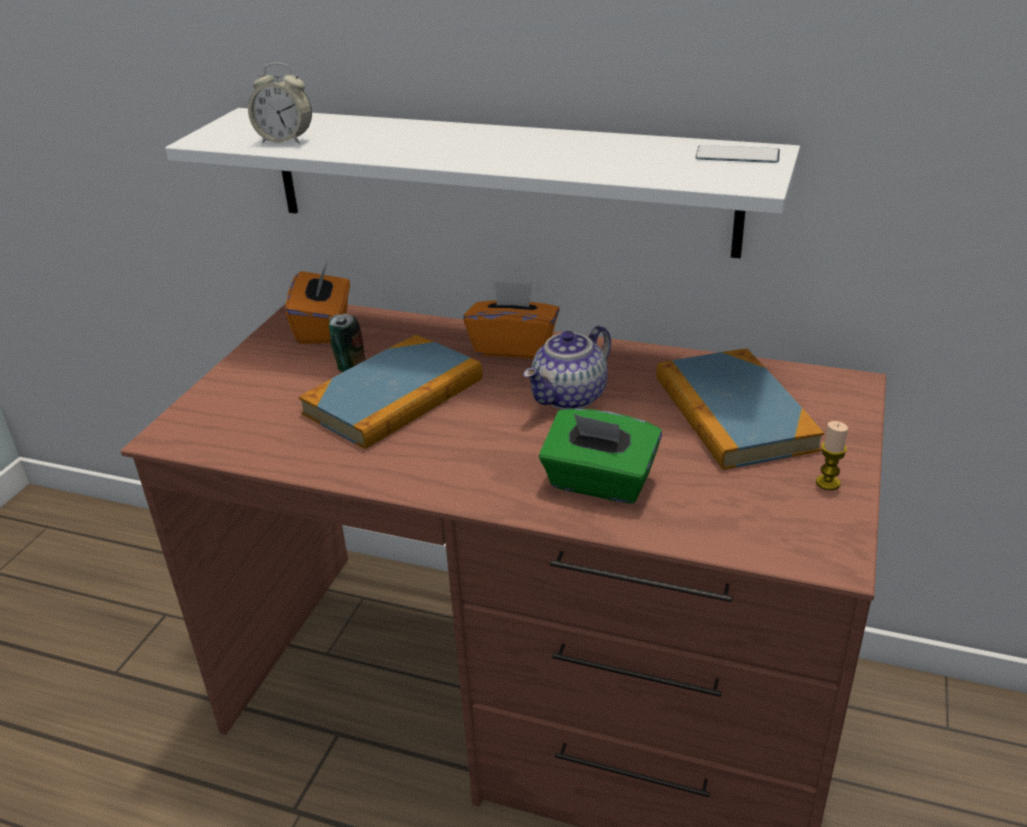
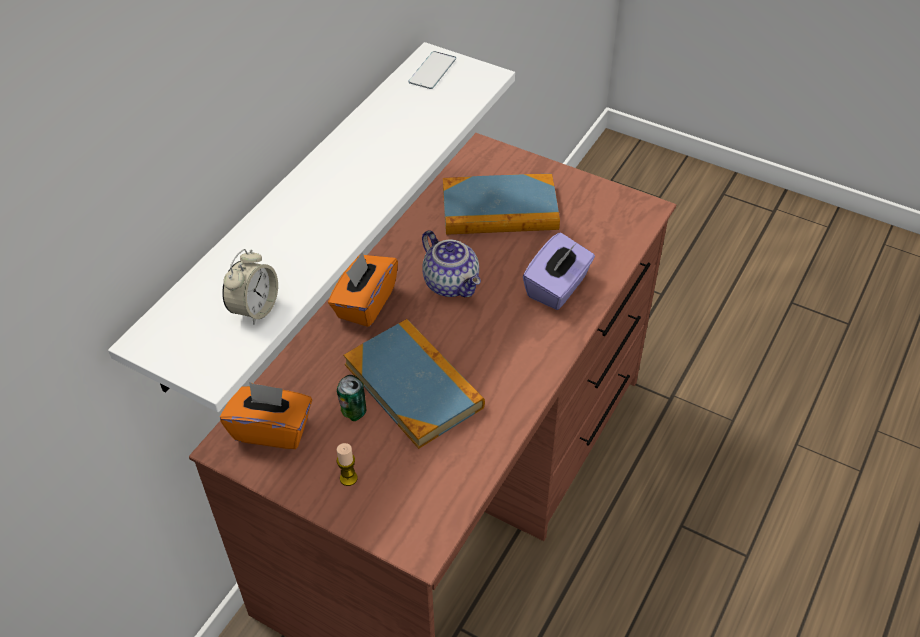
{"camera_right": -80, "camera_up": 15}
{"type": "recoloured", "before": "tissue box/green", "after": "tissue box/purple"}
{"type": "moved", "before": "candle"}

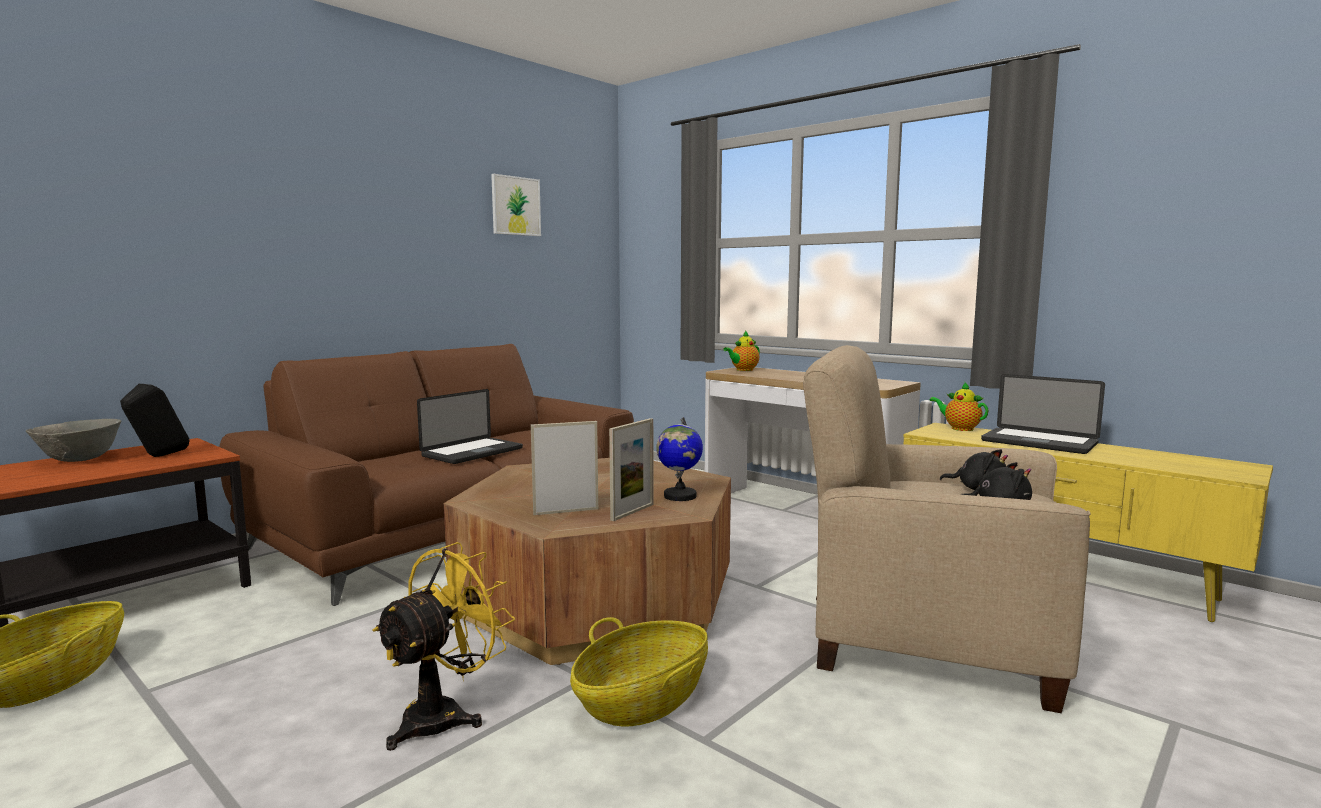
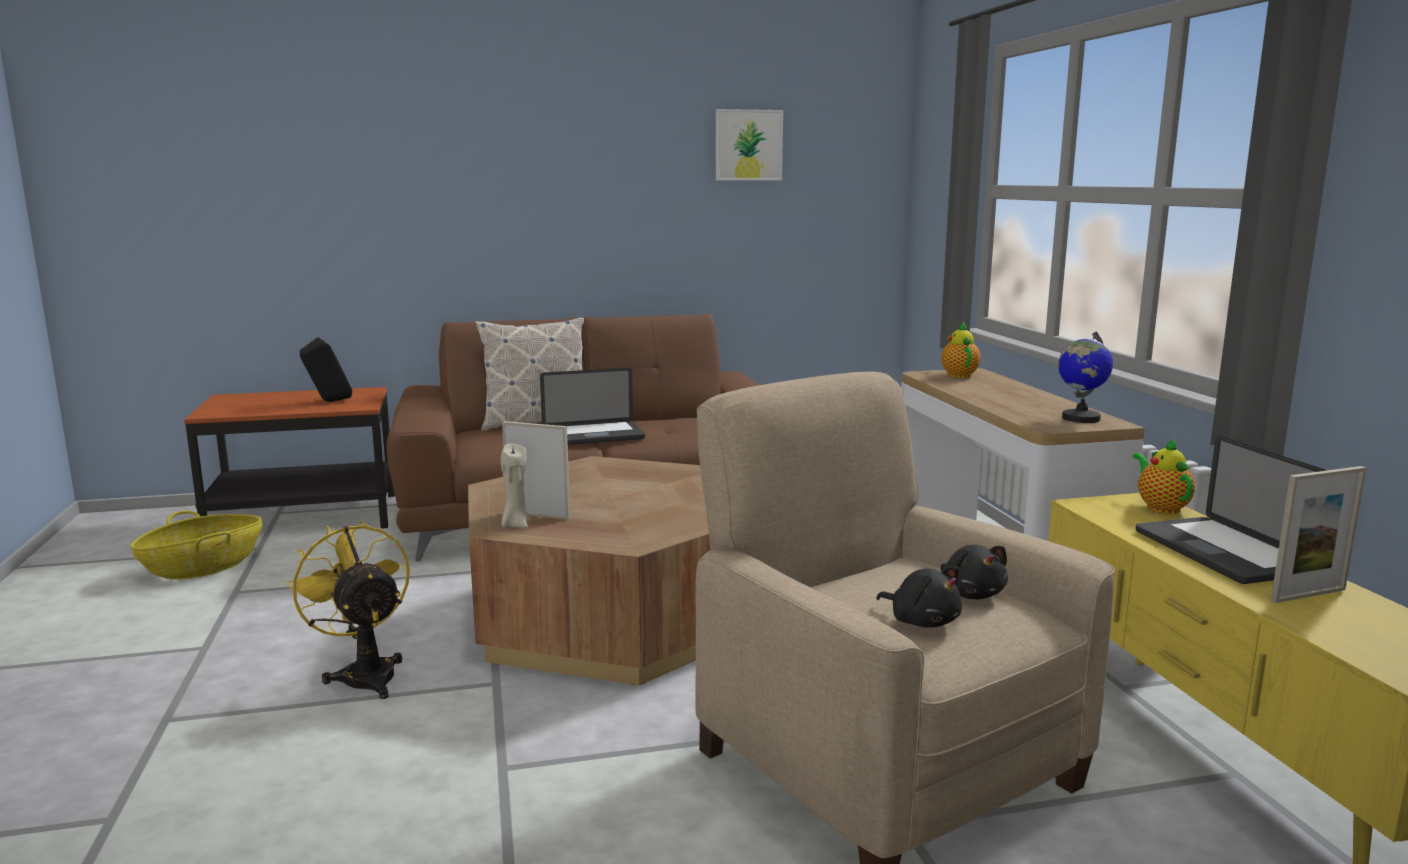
{"camera_right": 35, "camera_up": 5}
{"type": "turned", "before": "teapot (1st from left)", "turn": 90}
{"type": "moved", "before": "globe"}
{"type": "moved", "before": "picture frame (2nd from left)"}
{"type": "removed", "before": "bowl/grey"}
{"type": "turned", "before": "fan/yellow", "turn": -105}
{"type": "removed", "before": "basket (2nd from left)"}
{"type": "added", "after": "pillow"}
{"type": "added", "after": "candle/beige"}

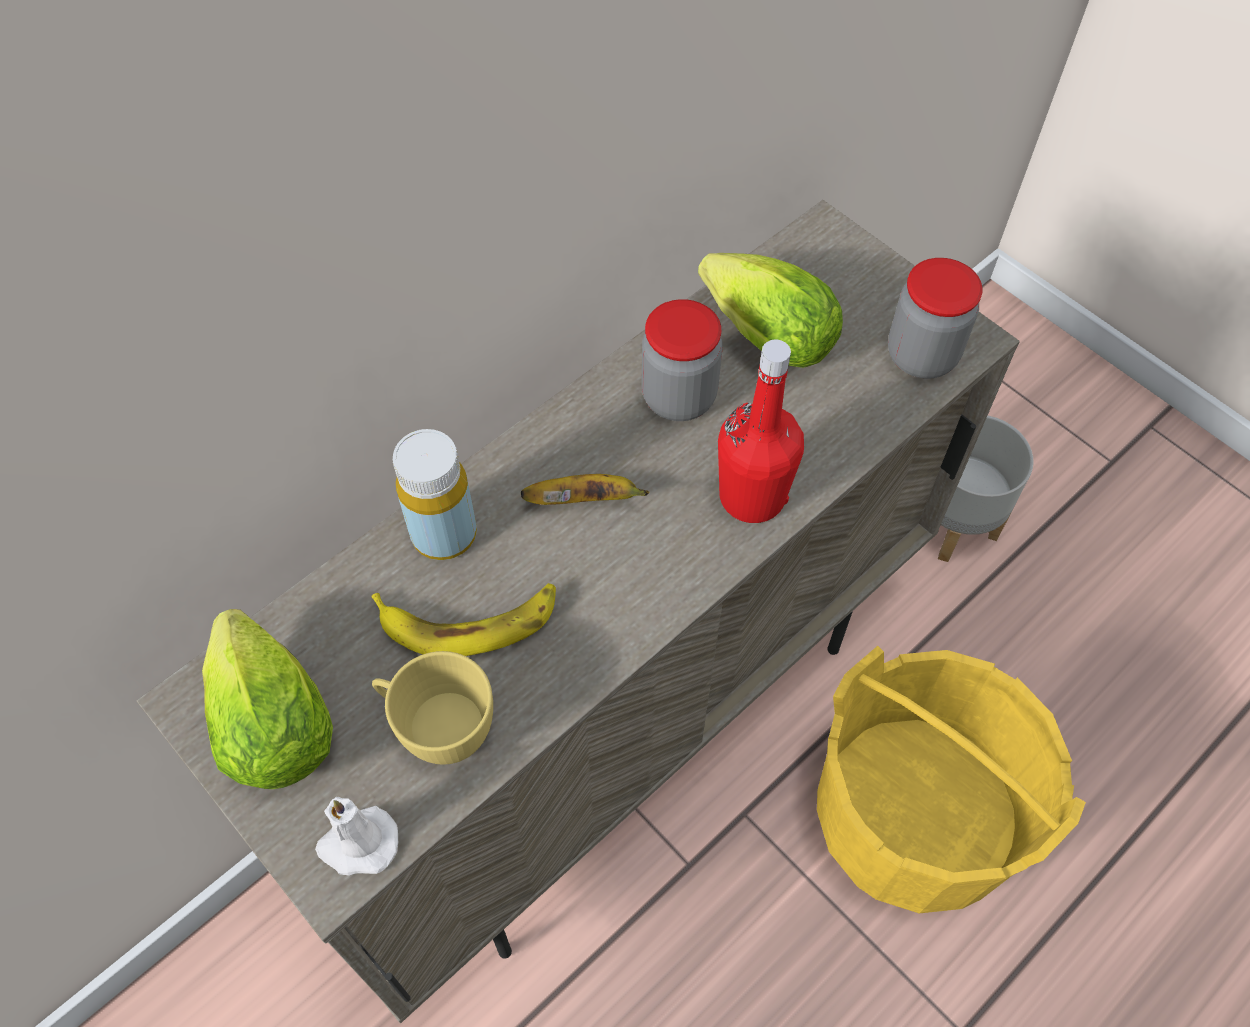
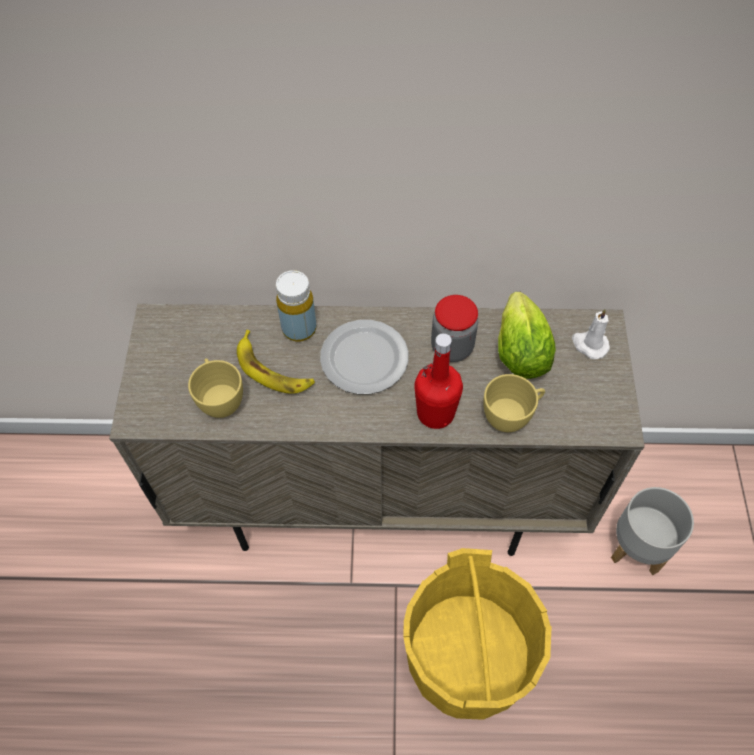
{"camera_right": 45, "camera_up": 0}
{"type": "removed", "before": "jar (2nd from left)"}
{"type": "replaced", "before": "banana (2nd from left)", "after": "plate"}
{"type": "removed", "before": "lettuce (1st from left)"}
{"type": "moved", "before": "candle/white"}
{"type": "added", "after": "cup/yellow (2nd from left)"}

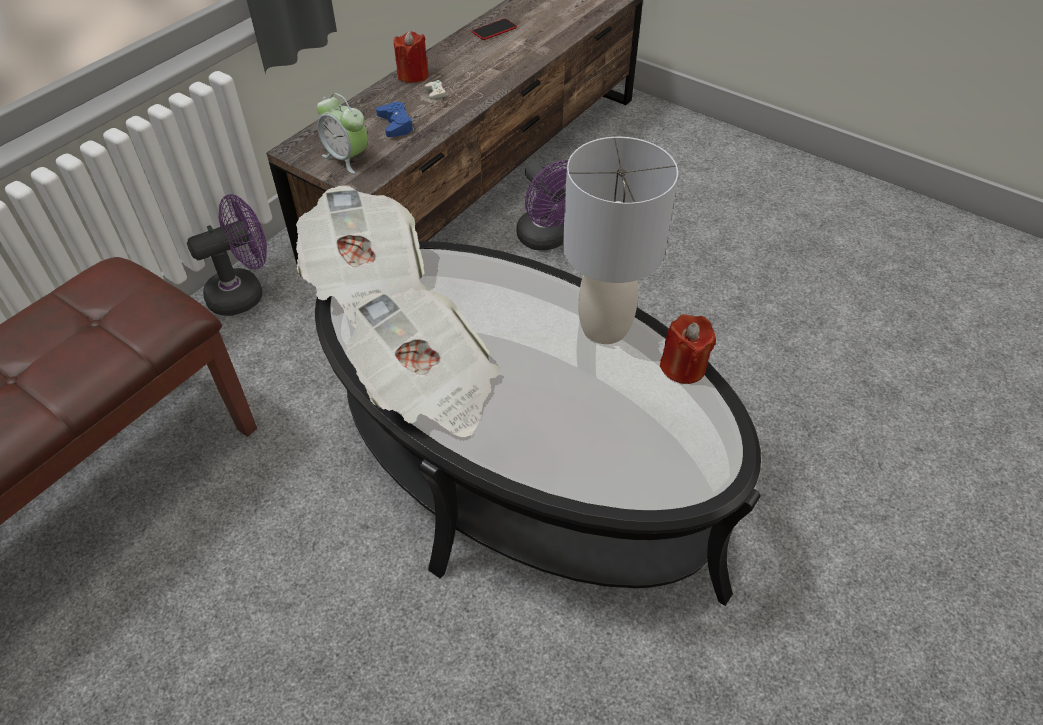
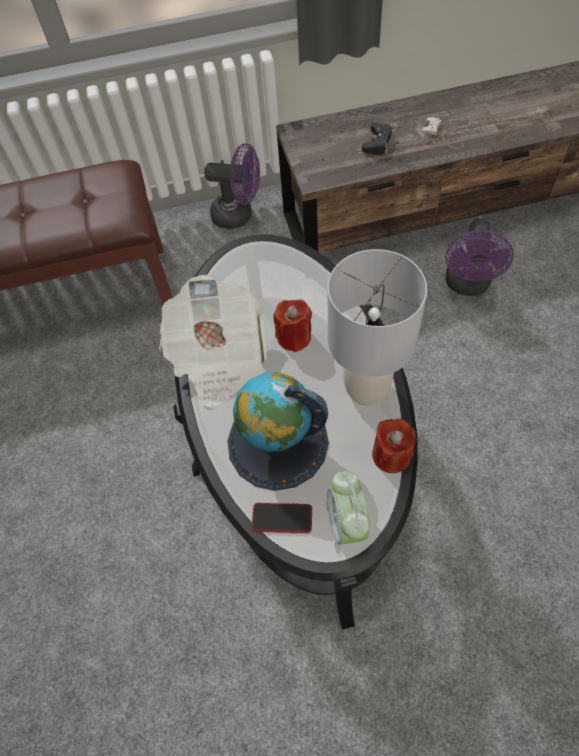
{"camera_right": 45, "camera_up": 10}
{"type": "moved", "before": "phone"}
{"type": "moved", "before": "candle/red (1st from left)"}
{"type": "moved", "before": "alarm clock"}
{"type": "recoloured", "before": "game controller/blue", "after": "game controller/black"}
{"type": "removed", "before": "newspaper (1st from left)"}
{"type": "added", "after": "globe"}

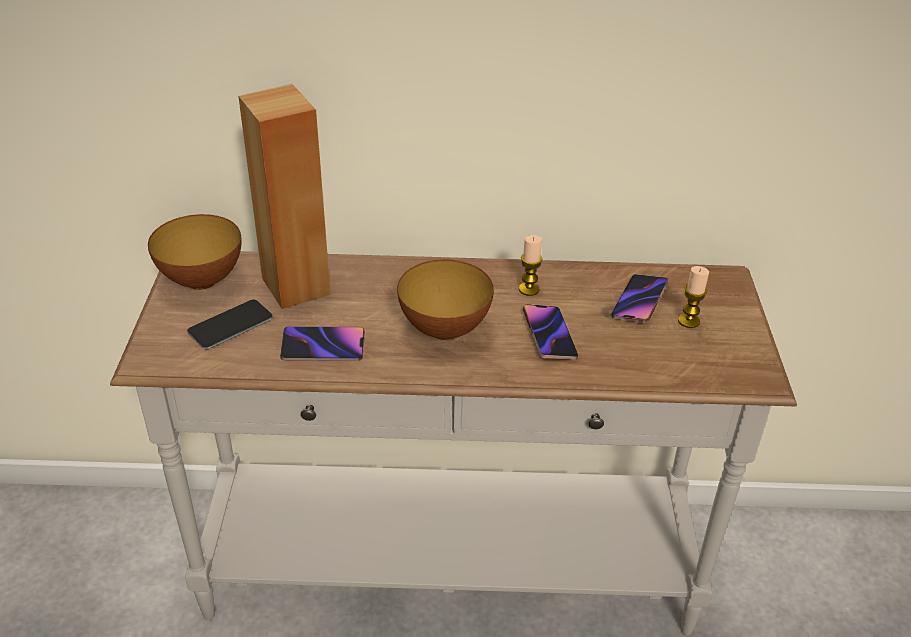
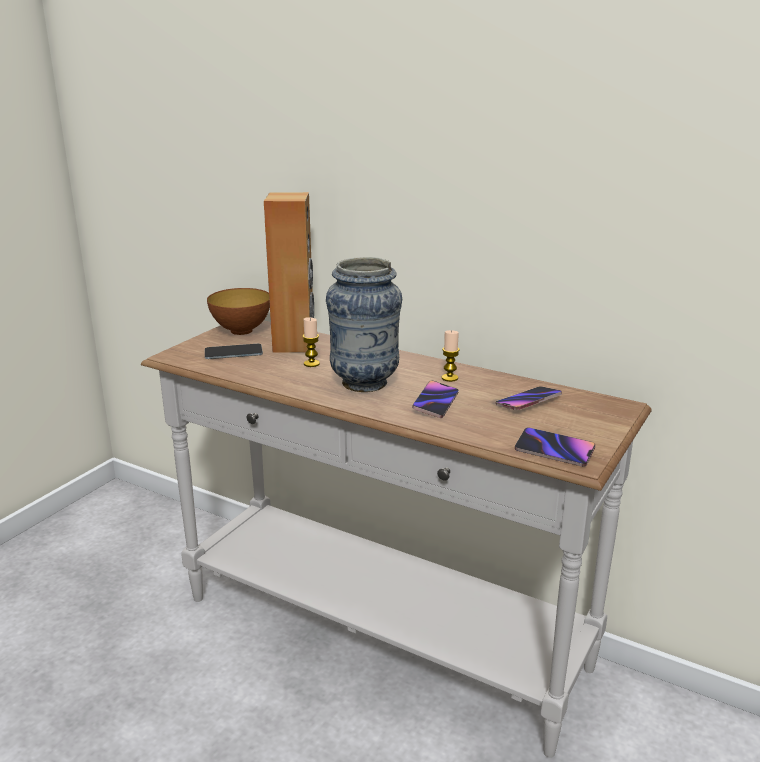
{"camera_right": 30, "camera_up": -15}
{"type": "replaced", "before": "bowl (2nd from left)", "after": "vase"}
{"type": "moved", "before": "candle (2nd from left in the first image)", "after": "candle (1st from left)"}
{"type": "moved", "before": "phone (2nd from left in the first image)", "after": "phone (4th from left)"}

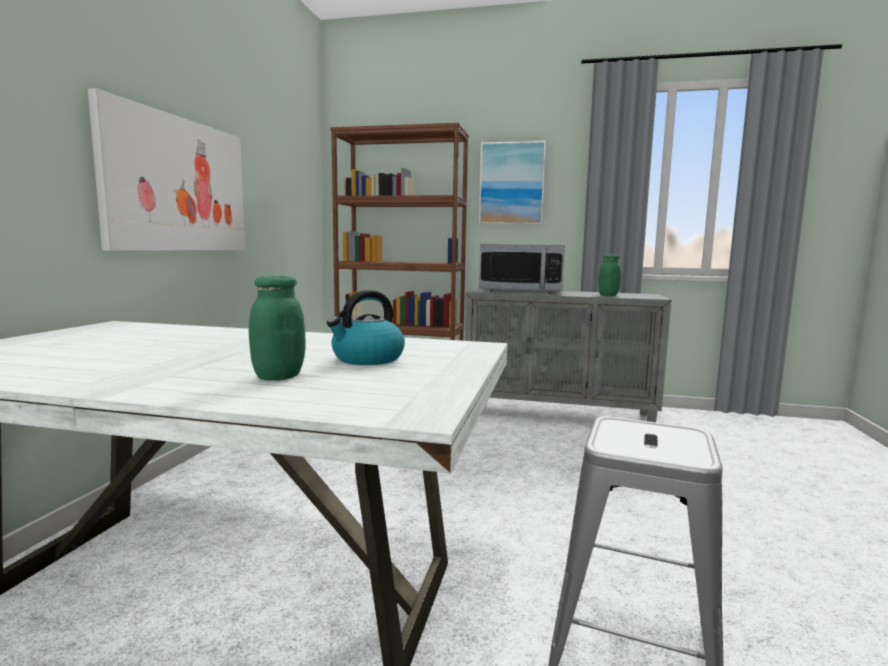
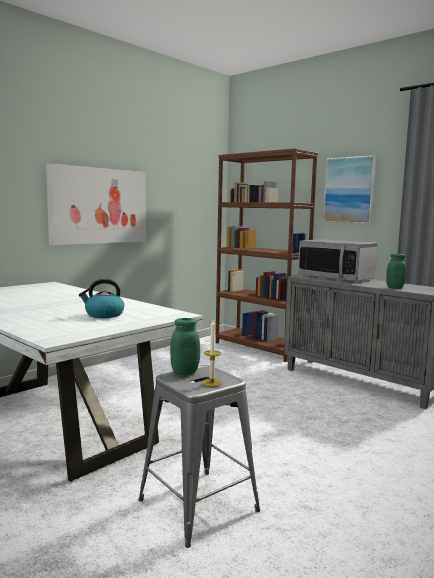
{"camera_right": 30, "camera_up": 0}
{"type": "moved", "before": "jar/green (1st from left)"}
{"type": "added", "after": "candle"}

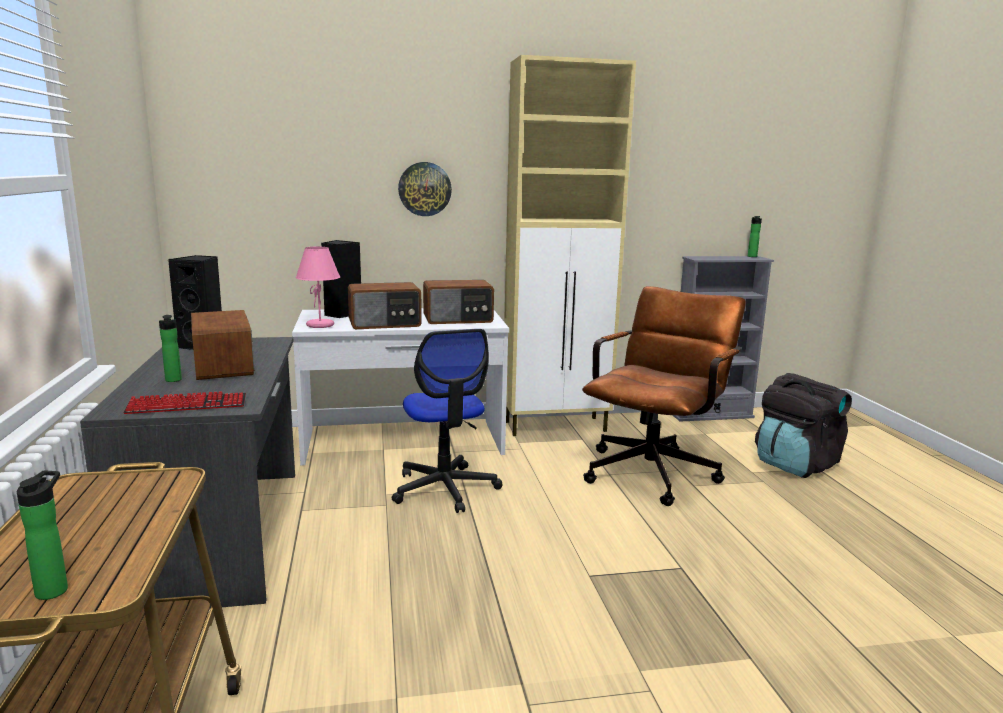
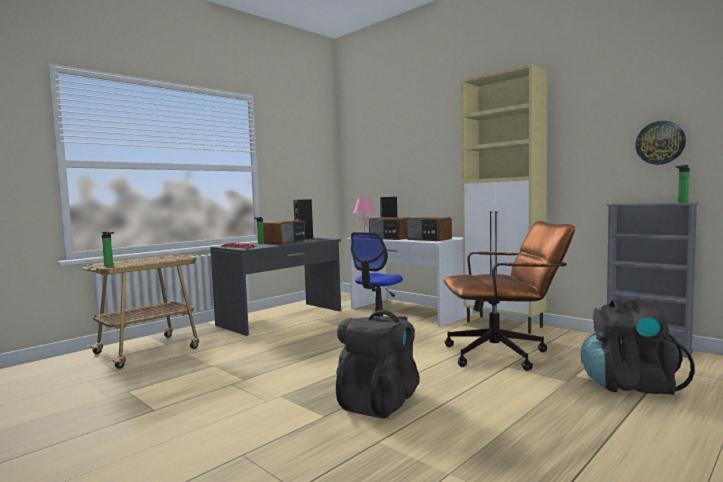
{"camera_right": 55, "camera_up": -10}
{"type": "moved", "before": "wall clock"}
{"type": "added", "after": "backpack/black (1st from left)"}

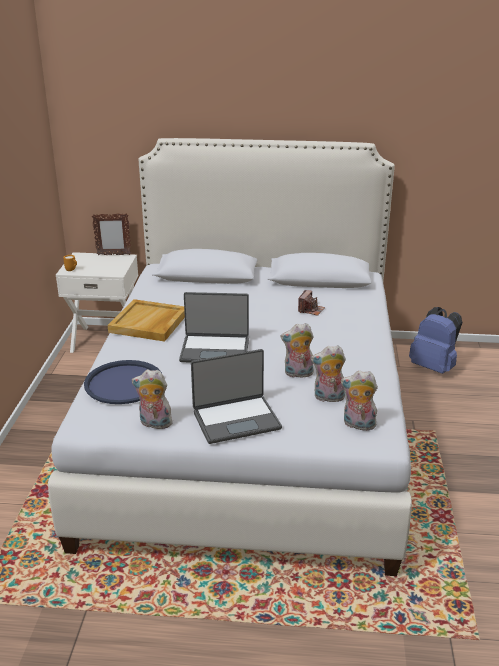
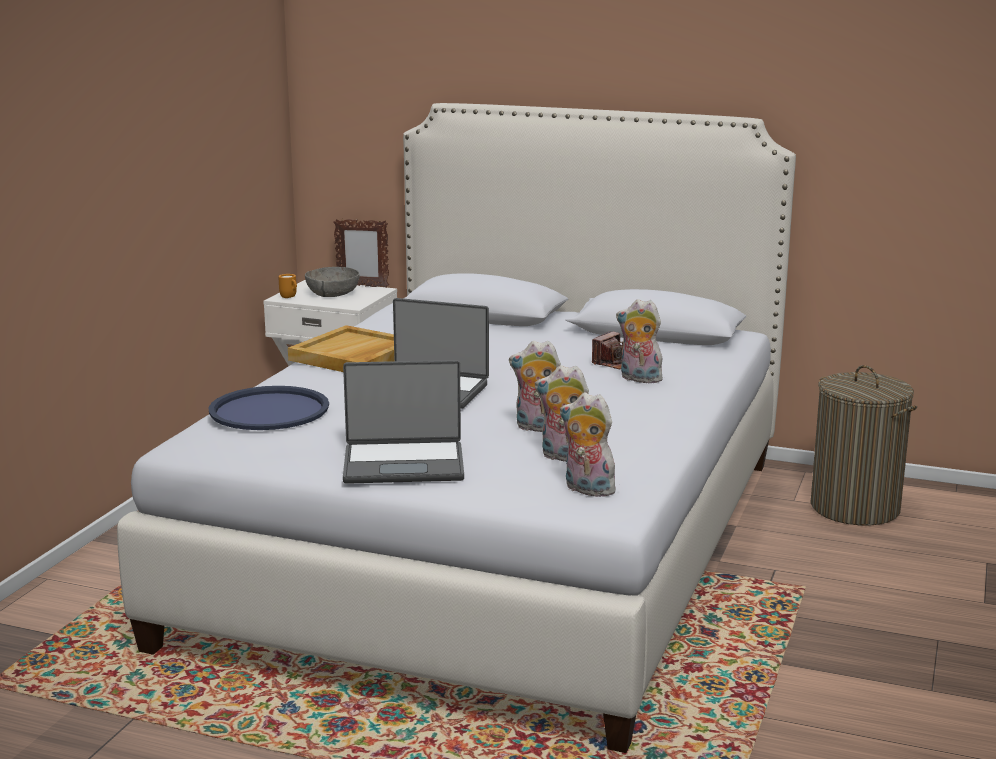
{"camera_right": 15, "camera_up": -10}
{"type": "replaced", "before": "backpack/blue", "after": "laundry basket"}
{"type": "moved", "before": "plush toy (1st from left in the first image)", "after": "plush toy (4th from left)"}
{"type": "added", "after": "bowl/grey"}

